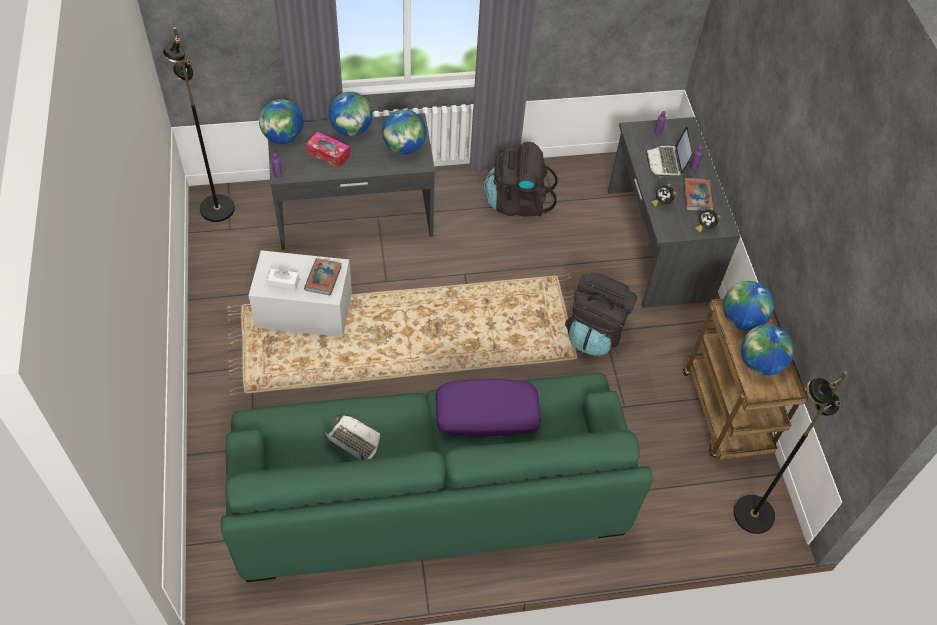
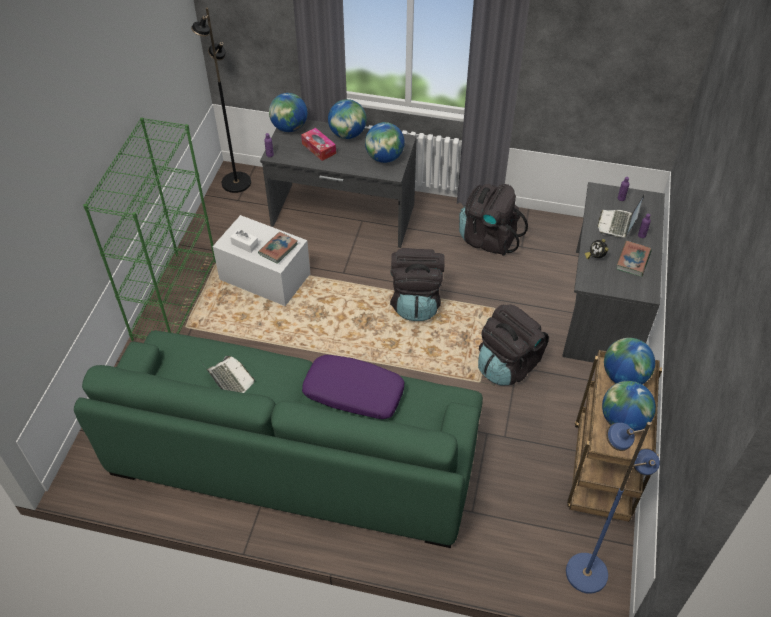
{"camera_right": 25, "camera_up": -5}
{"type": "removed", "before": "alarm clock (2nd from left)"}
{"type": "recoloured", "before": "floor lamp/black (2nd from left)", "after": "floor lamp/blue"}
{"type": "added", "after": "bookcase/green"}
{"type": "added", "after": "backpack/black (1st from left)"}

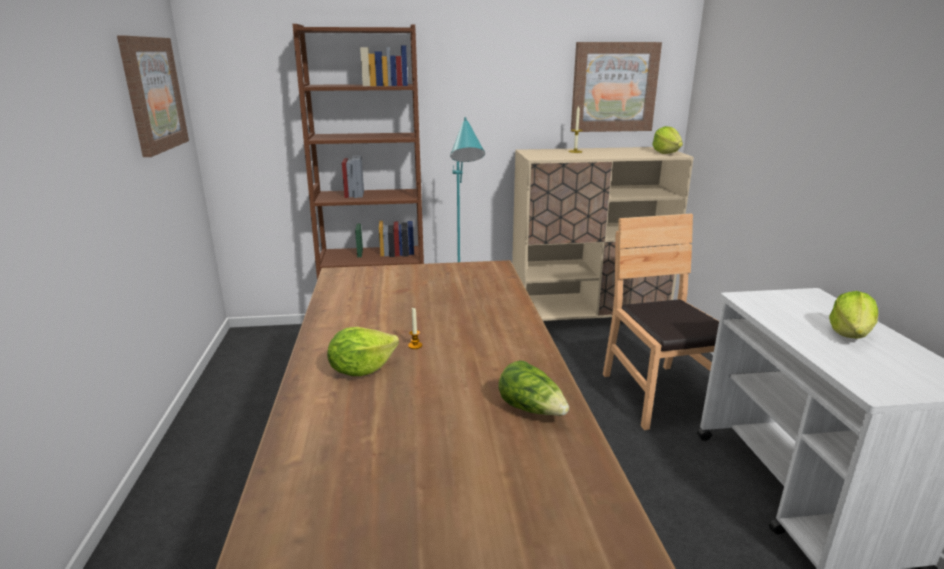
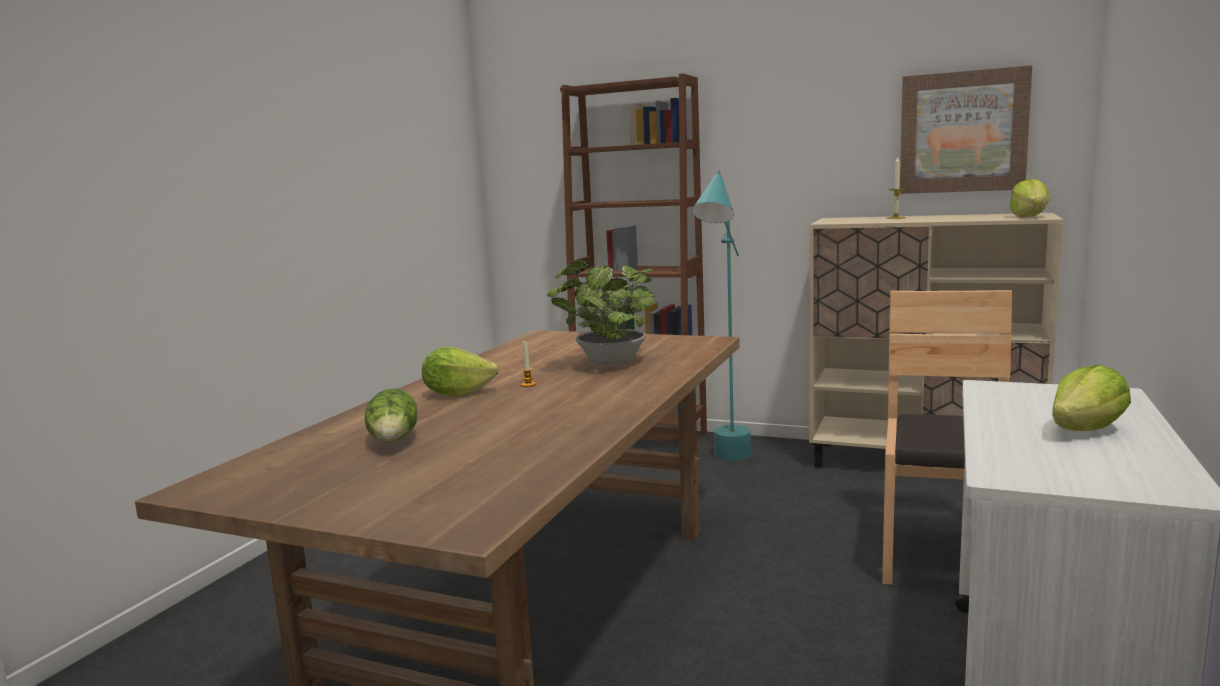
{"camera_right": 30, "camera_up": -10}
{"type": "removed", "before": "picture (1st from left)"}
{"type": "moved", "before": "lettuce (2nd from left in the first image)", "after": "lettuce (1st from left)"}
{"type": "added", "after": "potted plant"}

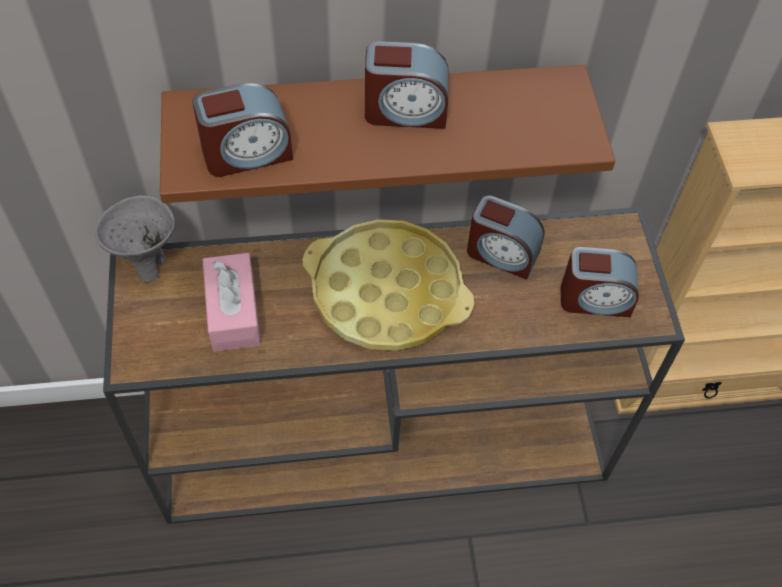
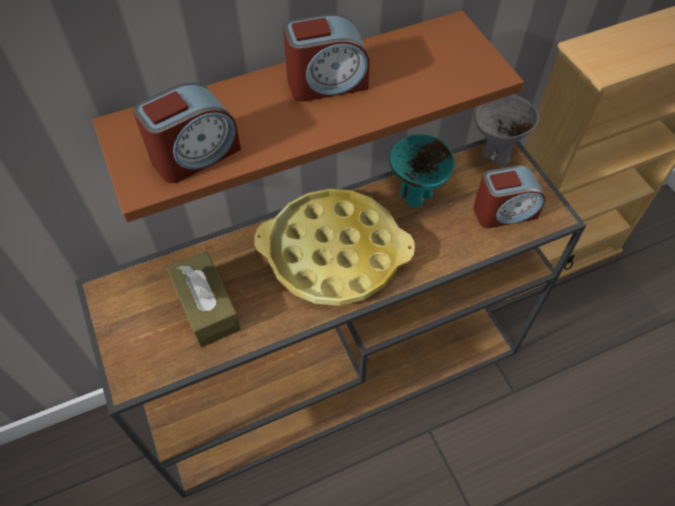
{"camera_right": -15, "camera_up": 0}
{"type": "moved", "before": "bowl/grey"}
{"type": "replaced", "before": "alarm clock (3rd from left)", "after": "bowl/turquoise"}
{"type": "recoloured", "before": "tissue box/pink", "after": "tissue box/brown"}

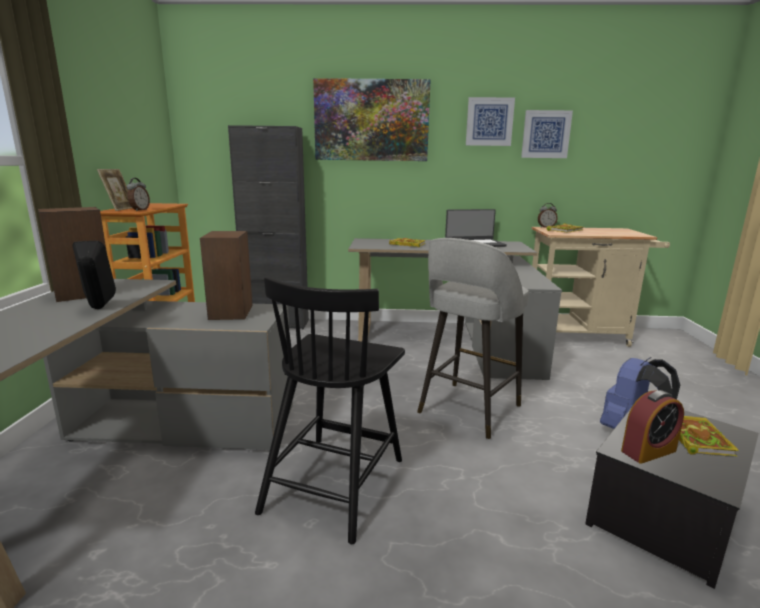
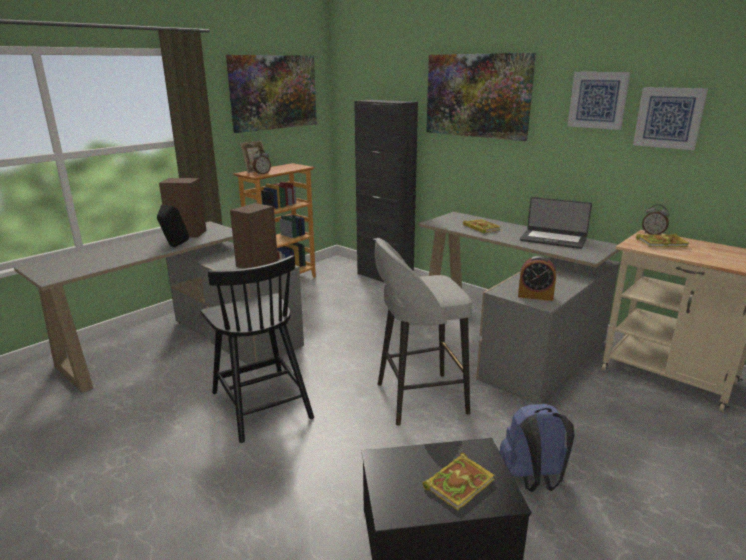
{"camera_right": 40, "camera_up": 5}
{"type": "turned", "before": "chair/black", "turn": -90}
{"type": "moved", "before": "alarm clock (3rd from left in the first image)", "after": "alarm clock (2nd from left)"}
{"type": "added", "after": "picture (1st from left)"}

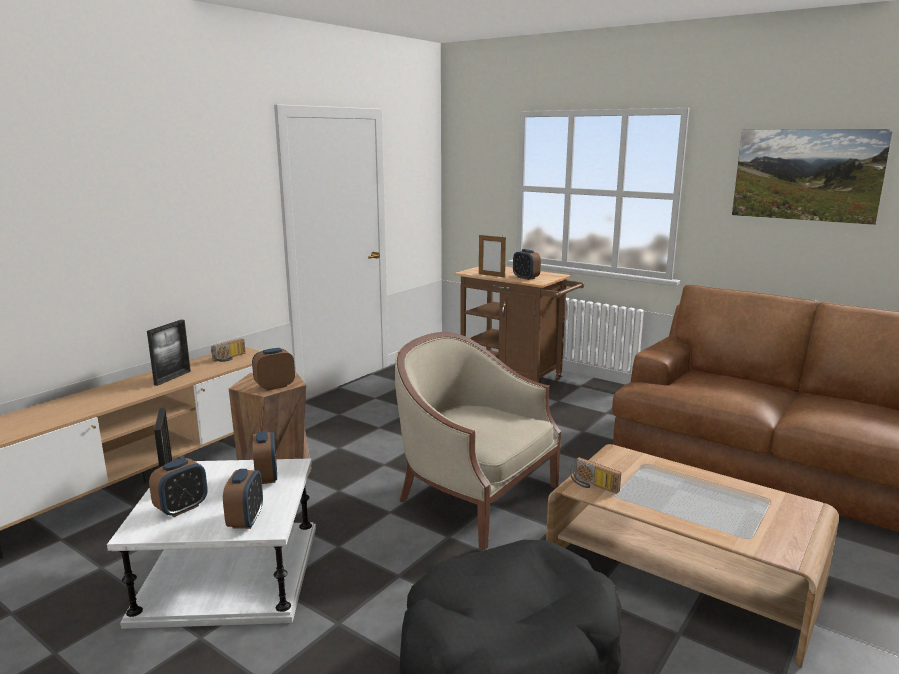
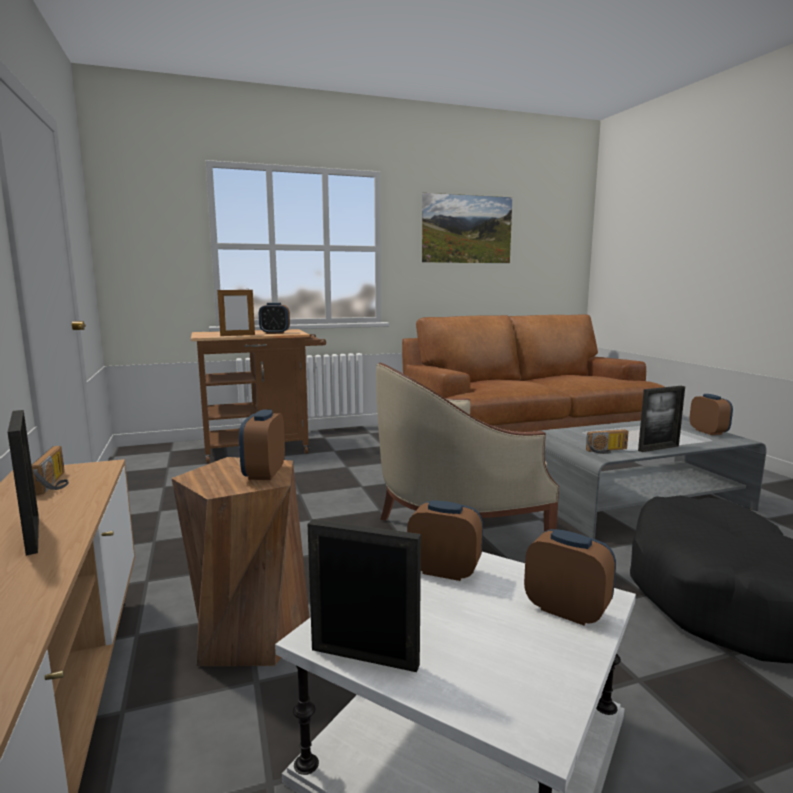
{"camera_right": -55, "camera_up": -5}
{"type": "recoloured", "before": "coffee table/brown", "after": "coffee table/grey"}
{"type": "moved", "before": "alarm clock (1st from left in the first image)", "after": "alarm clock (5th from left)"}
{"type": "added", "after": "picture frame (4th from left)"}

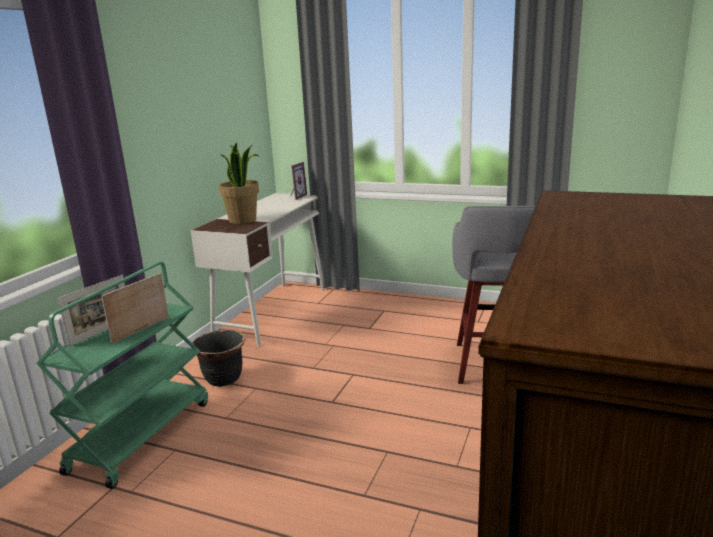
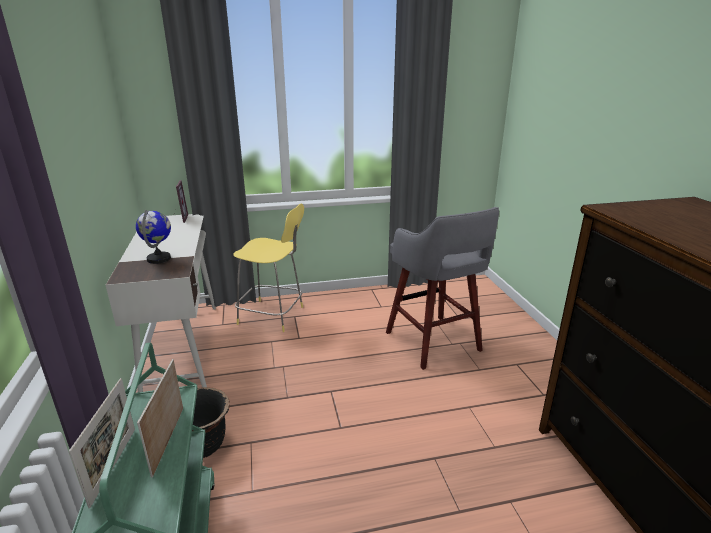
{"camera_right": -35, "camera_up": 5}
{"type": "replaced", "before": "potted plant", "after": "globe"}
{"type": "added", "after": "stool/yellow"}

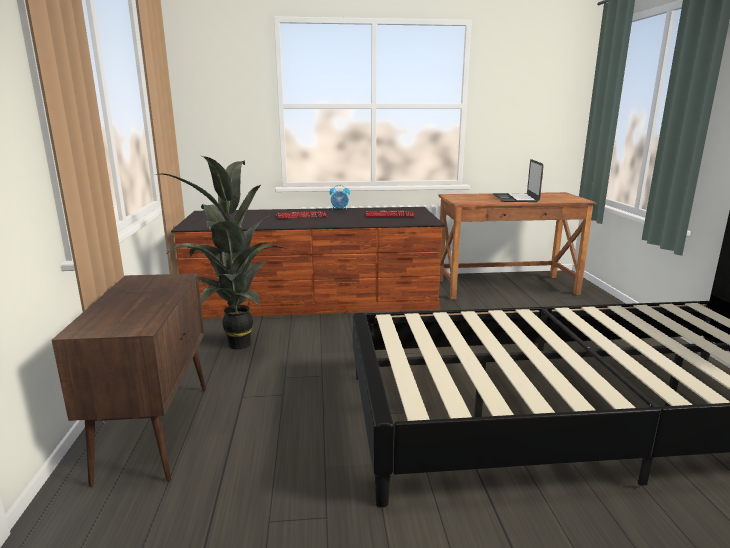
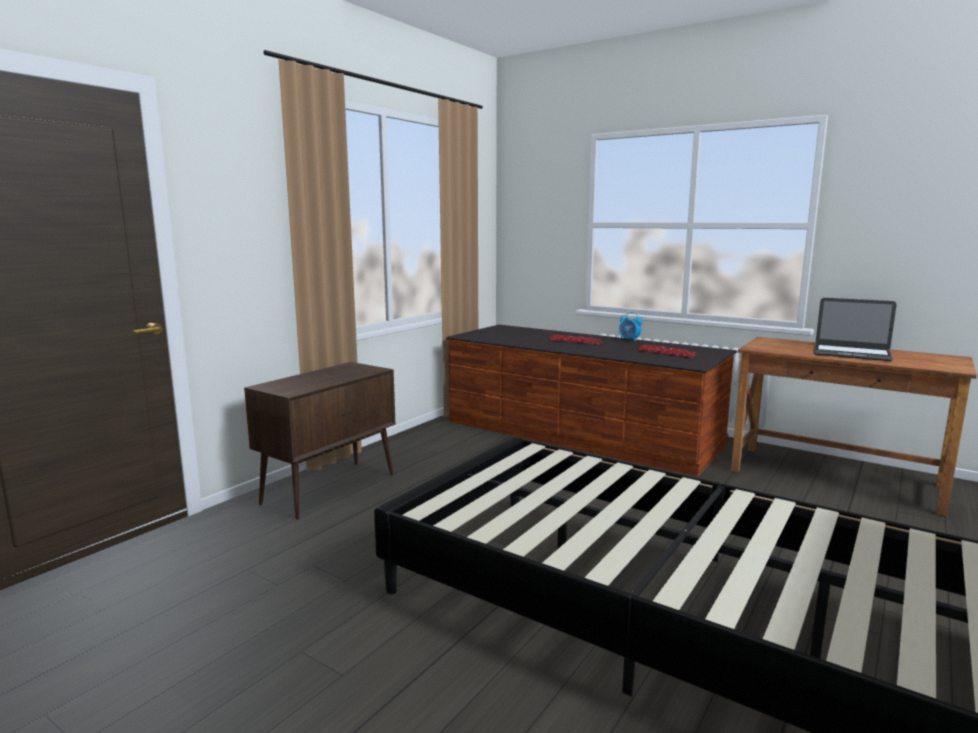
{"camera_right": 40, "camera_up": -5}
{"type": "removed", "before": "potted plant"}
{"type": "turned", "before": "laptop", "turn": -105}

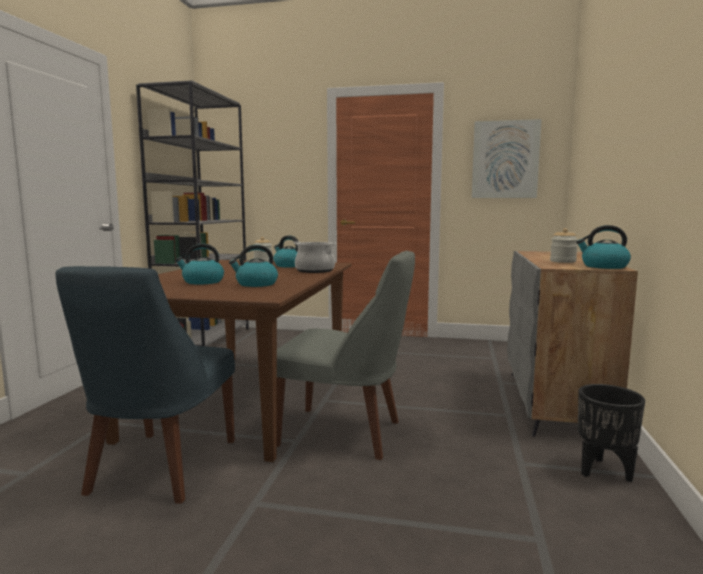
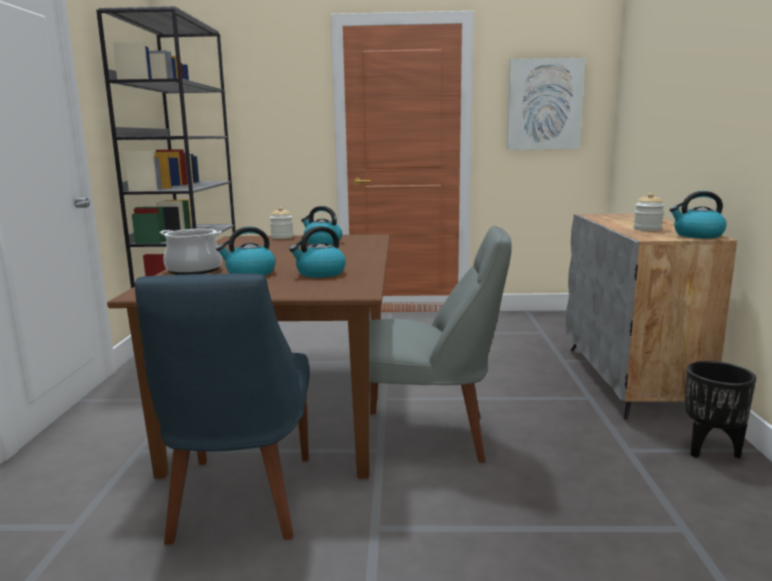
{"camera_right": -10, "camera_up": 5}
{"type": "moved", "before": "cooking pot"}

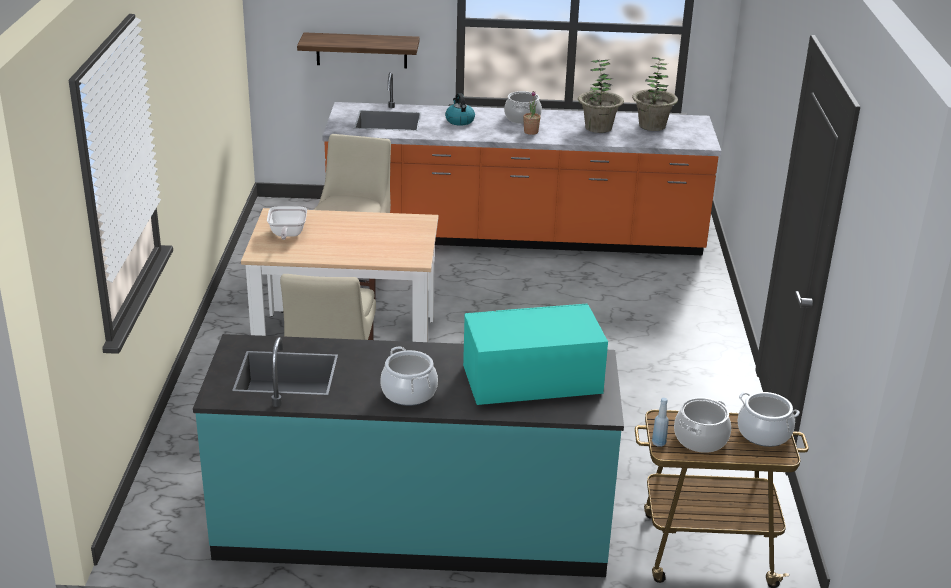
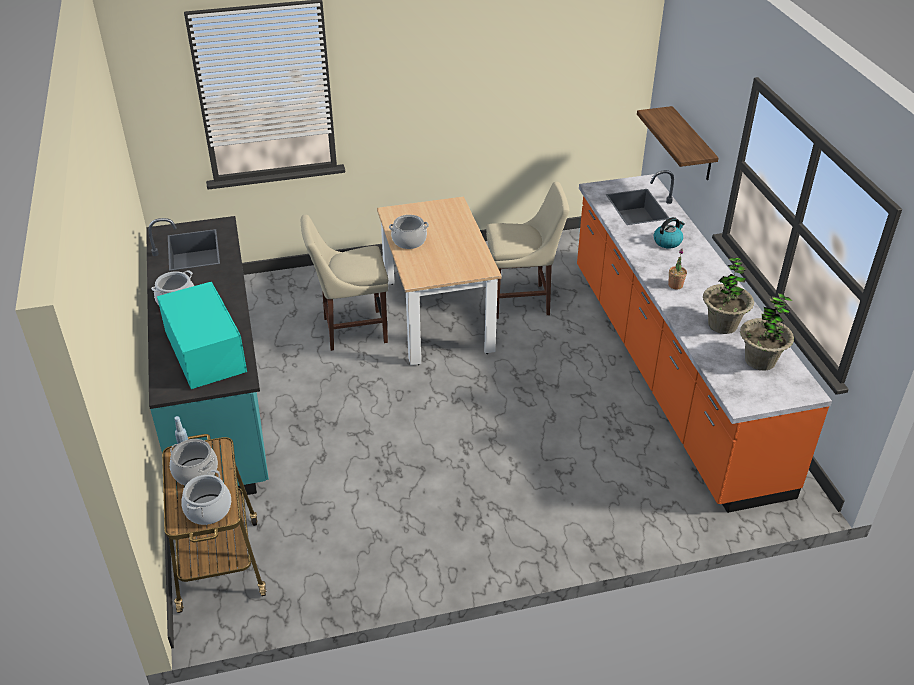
{"camera_right": 75, "camera_up": 10}
{"type": "moved", "before": "cooking pot (2nd from left in the first image)", "after": "cooking pot (4th from left)"}
{"type": "removed", "before": "frying pan"}

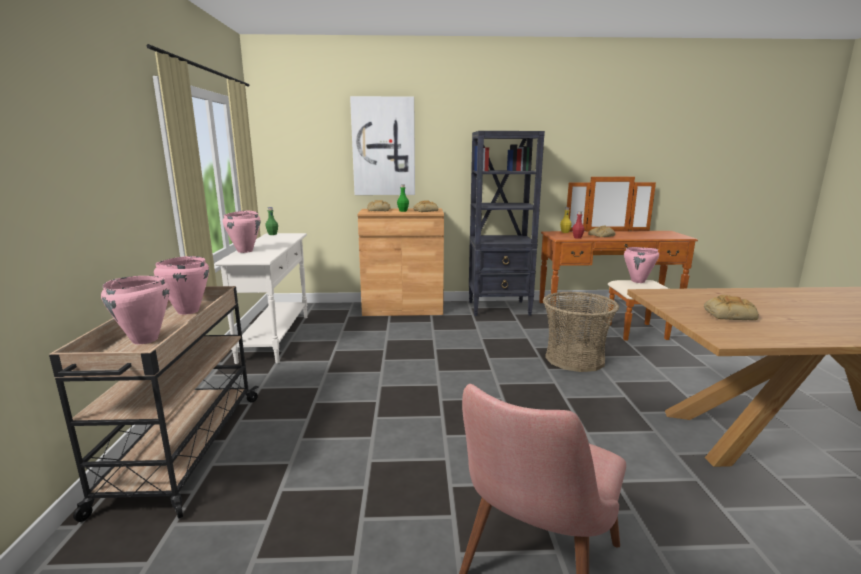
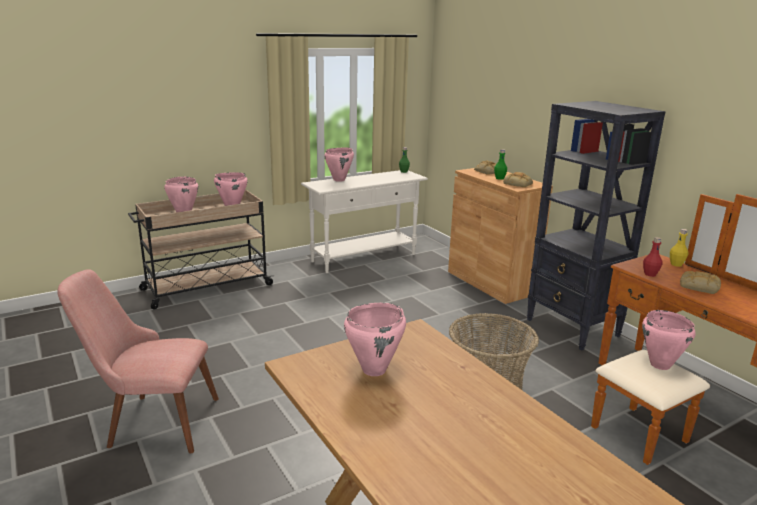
{"camera_right": 60, "camera_up": 5}
{"type": "removed", "before": "picture"}
{"type": "replaced", "before": "bread (4th from left)", "after": "cooking pot/pink (4th from left)"}

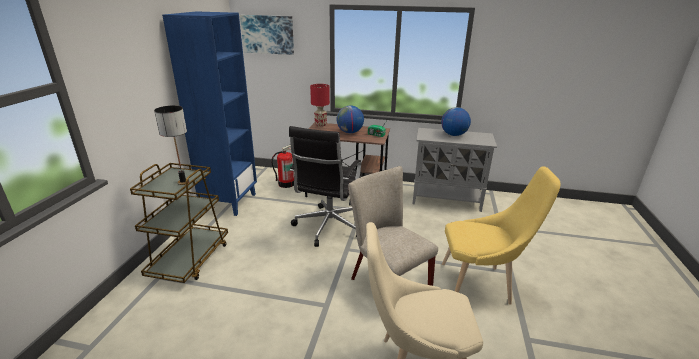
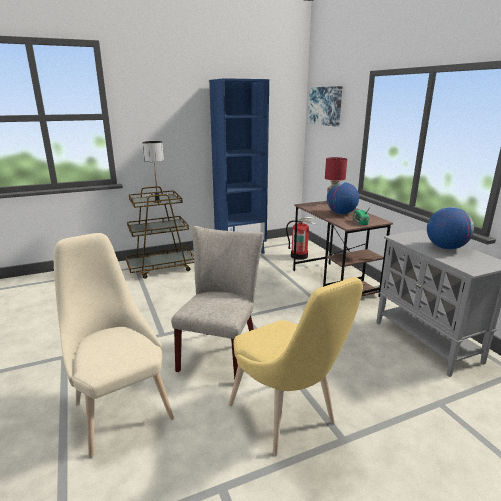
{"camera_right": 55, "camera_up": -5}
{"type": "removed", "before": "office chair/black"}

